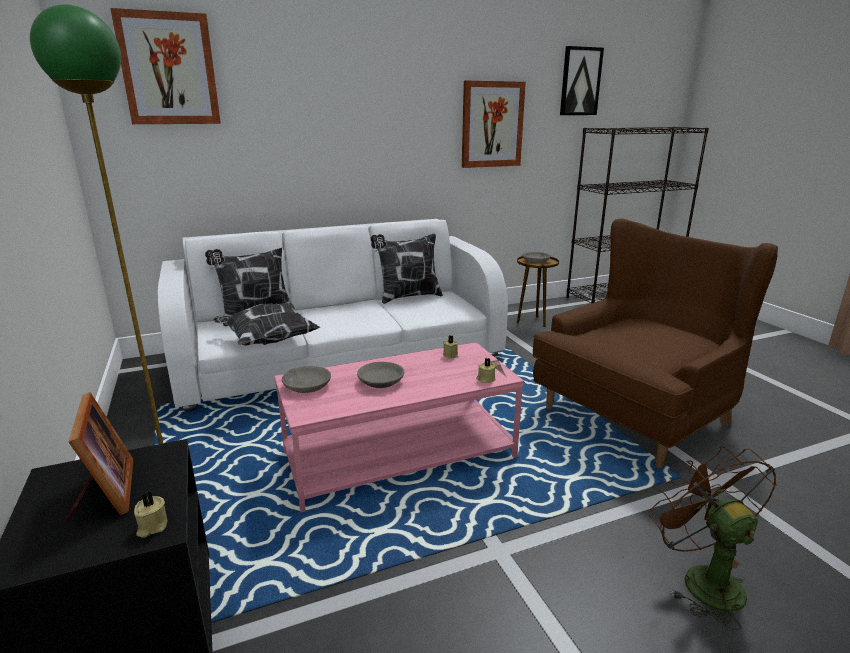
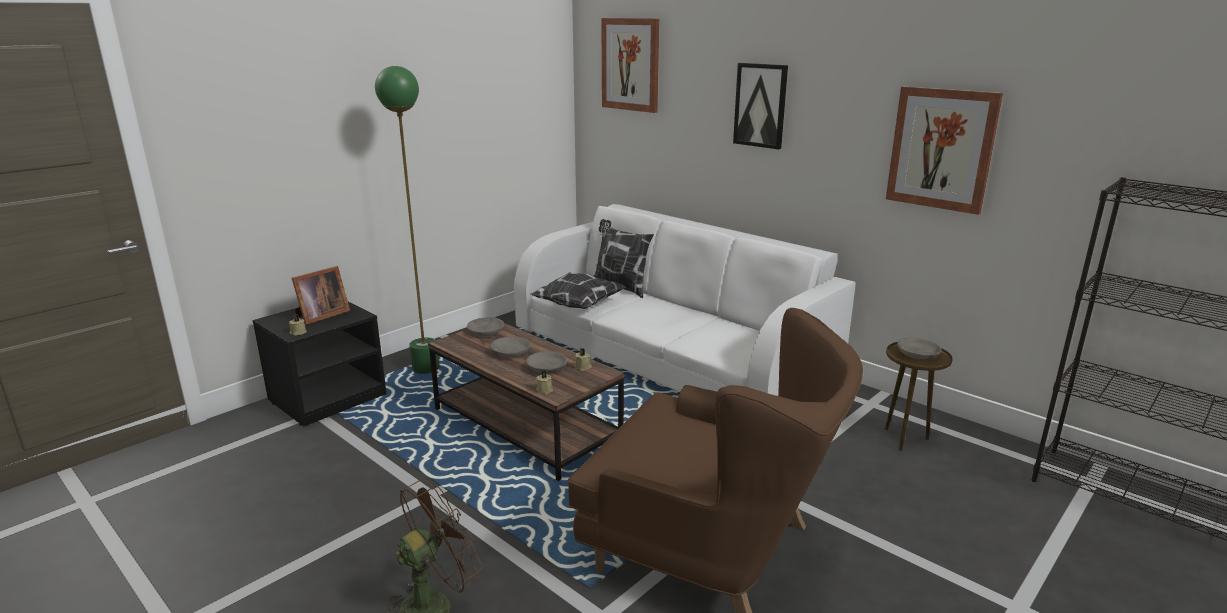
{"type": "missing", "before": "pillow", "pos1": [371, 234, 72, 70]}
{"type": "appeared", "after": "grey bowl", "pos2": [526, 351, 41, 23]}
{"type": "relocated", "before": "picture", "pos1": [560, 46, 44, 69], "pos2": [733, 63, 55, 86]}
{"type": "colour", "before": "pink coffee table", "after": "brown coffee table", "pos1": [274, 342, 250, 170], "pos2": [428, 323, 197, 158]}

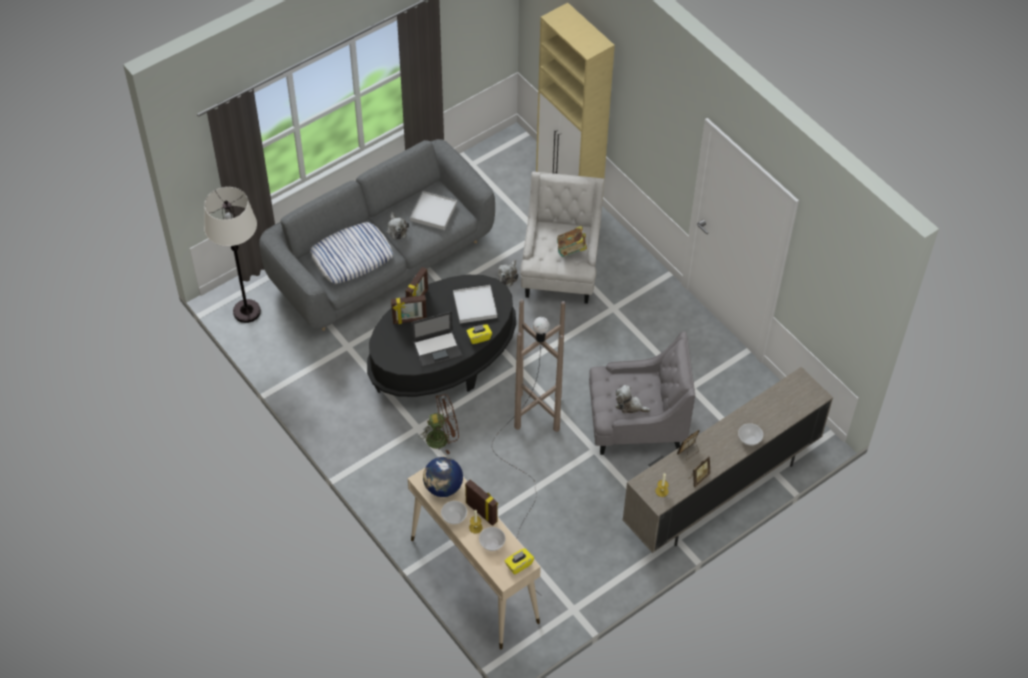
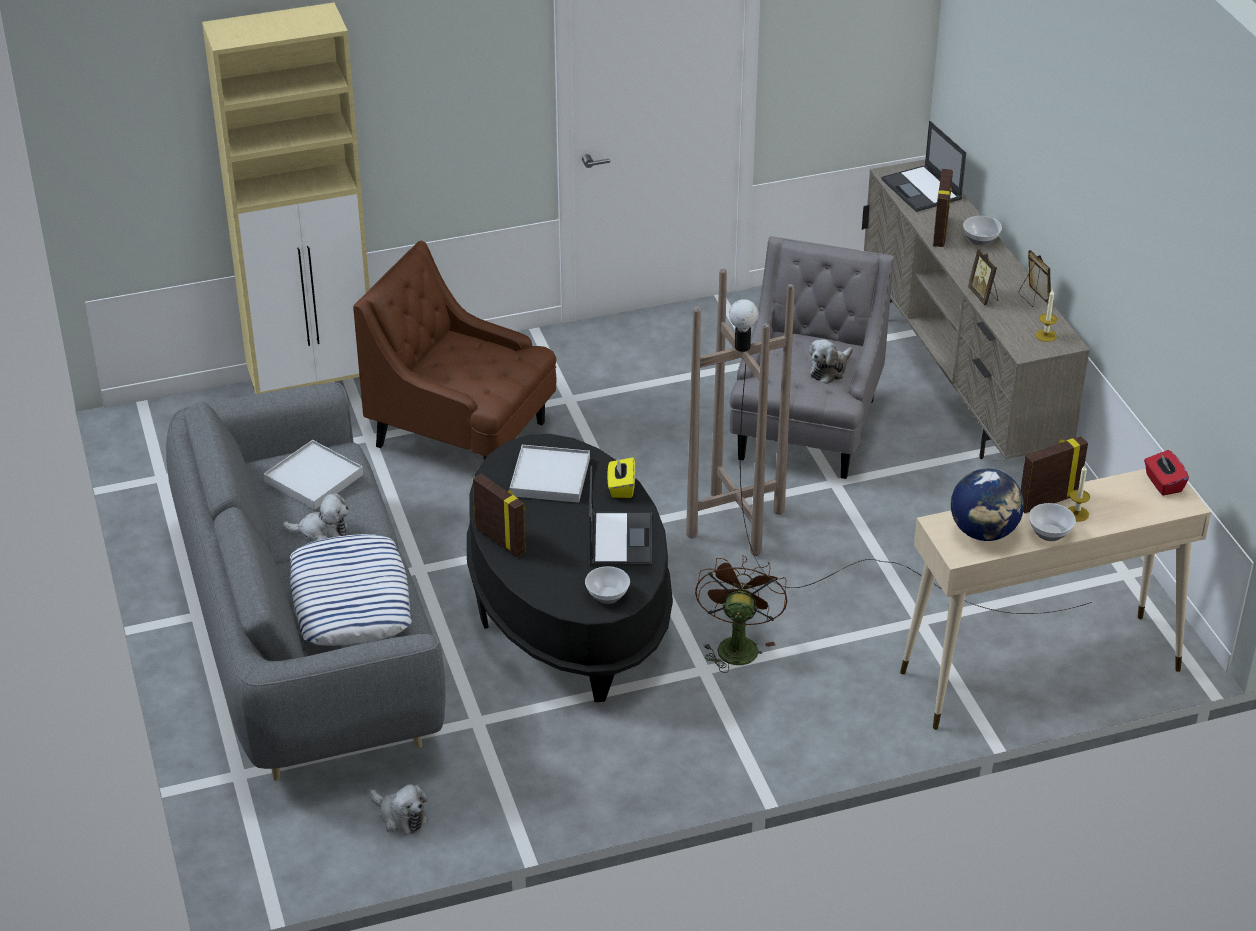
{"type": "missing", "before": "white floor lamp", "pos1": [204, 187, 57, 136]}
{"type": "missing", "before": "book", "pos1": [557, 226, 30, 31]}
{"type": "appeared", "after": "laptop", "pos2": [881, 121, 85, 91]}
{"type": "relocated", "before": "picture frame", "pos1": [391, 295, 36, 29], "pos2": [933, 169, 20, 78]}
{"type": "relocated", "before": "bowl", "pos1": [479, 527, 26, 24], "pos2": [585, 566, 45, 38]}
{"type": "relocated", "before": "plush toy", "pos1": [498, 259, 20, 27], "pos2": [370, 784, 58, 50]}
{"type": "colour", "before": "yellow tissue box", "after": "red tissue box", "pos1": [505, 548, 29, 27], "pos2": [1144, 450, 45, 45]}
{"type": "colour", "before": "white armchair", "after": "brown armchair", "pos1": [520, 172, 84, 132], "pos2": [353, 241, 204, 219]}

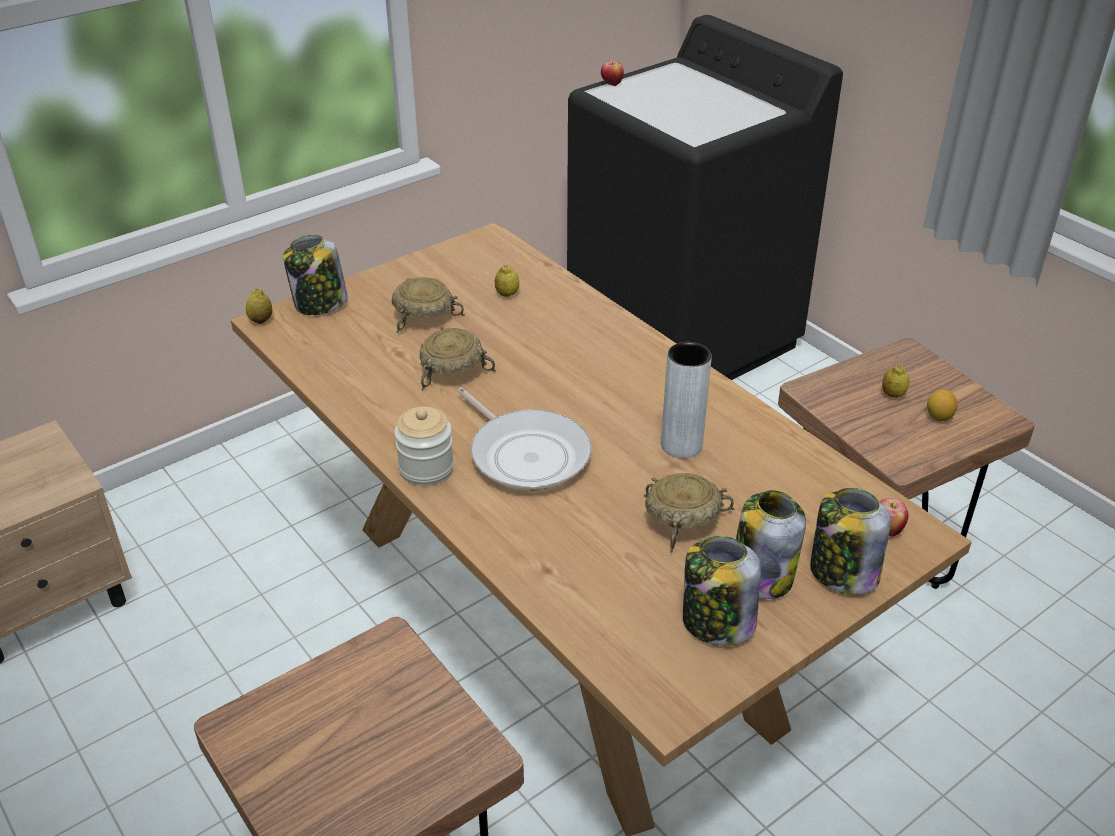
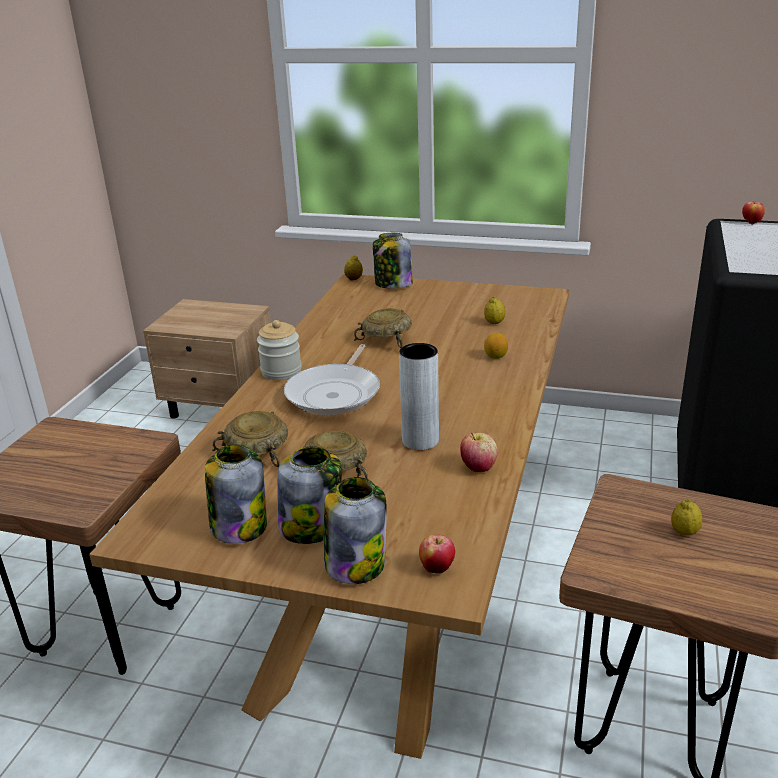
{"type": "appeared", "after": "apple", "pos2": [460, 432, 38, 40]}
{"type": "relocated", "before": "beige bowl", "pos1": [392, 277, 73, 56], "pos2": [212, 411, 76, 57]}
{"type": "relocated", "before": "lemon", "pos1": [927, 390, 31, 31], "pos2": [484, 333, 24, 26]}

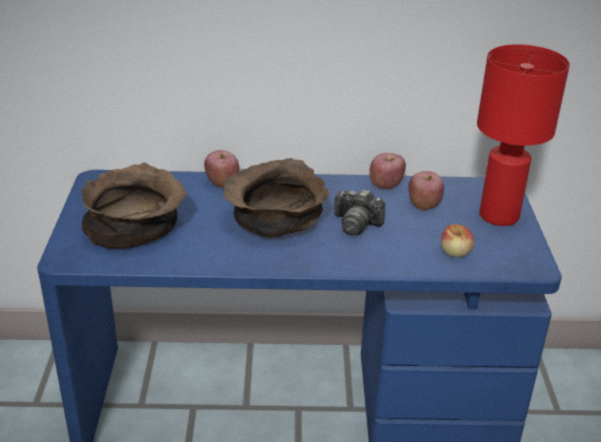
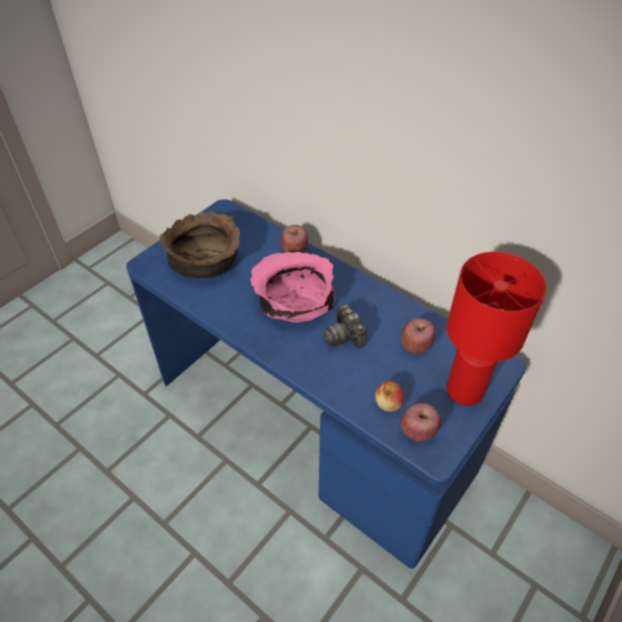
{"type": "relocated", "before": "apple", "pos1": [369, 153, 37, 36], "pos2": [401, 403, 40, 39]}
{"type": "colour", "before": "brown bowl", "after": "pink bowl", "pos1": [223, 158, 107, 79], "pos2": [251, 252, 84, 70]}

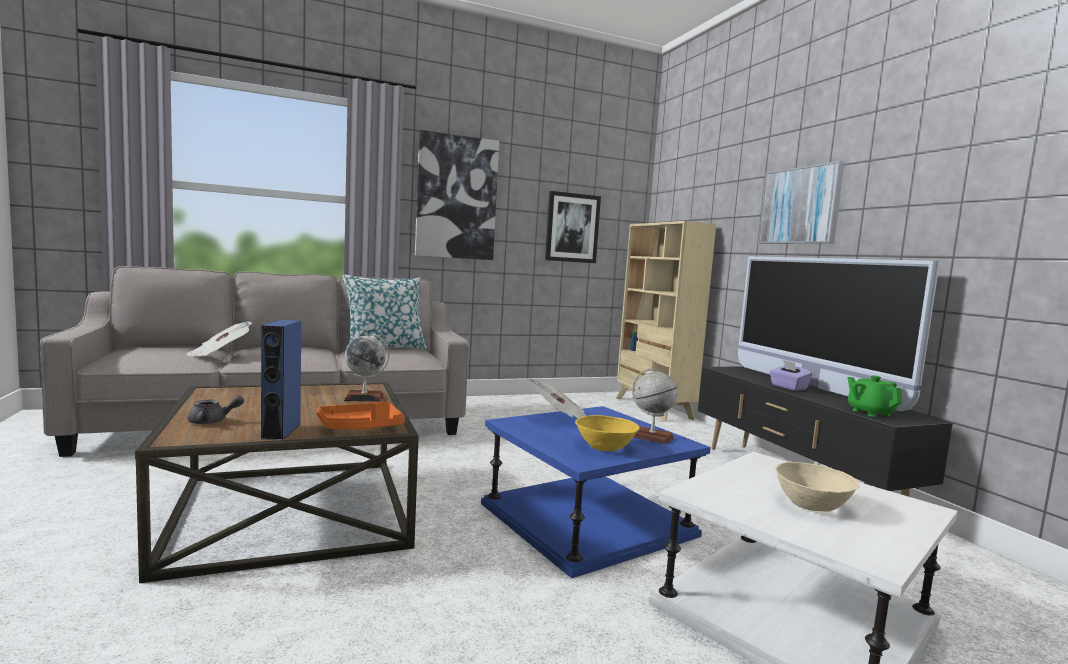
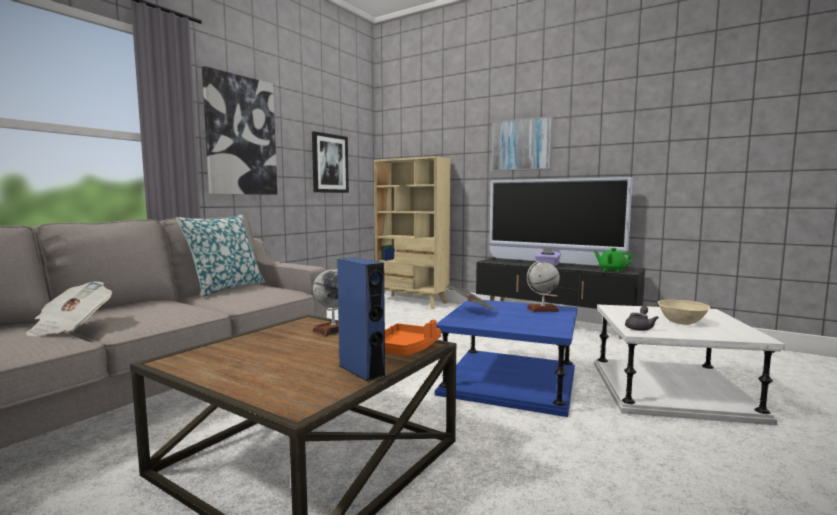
{"type": "missing", "before": "yellow bowl", "pos1": [575, 415, 65, 36]}
{"type": "relocated", "before": "grey teapot", "pos1": [187, 396, 57, 28], "pos2": [625, 306, 34, 25]}

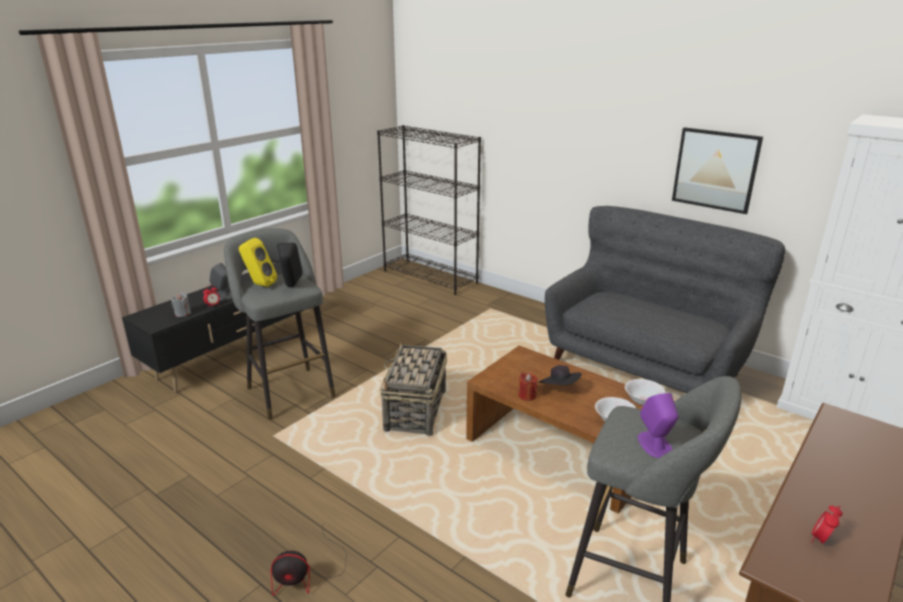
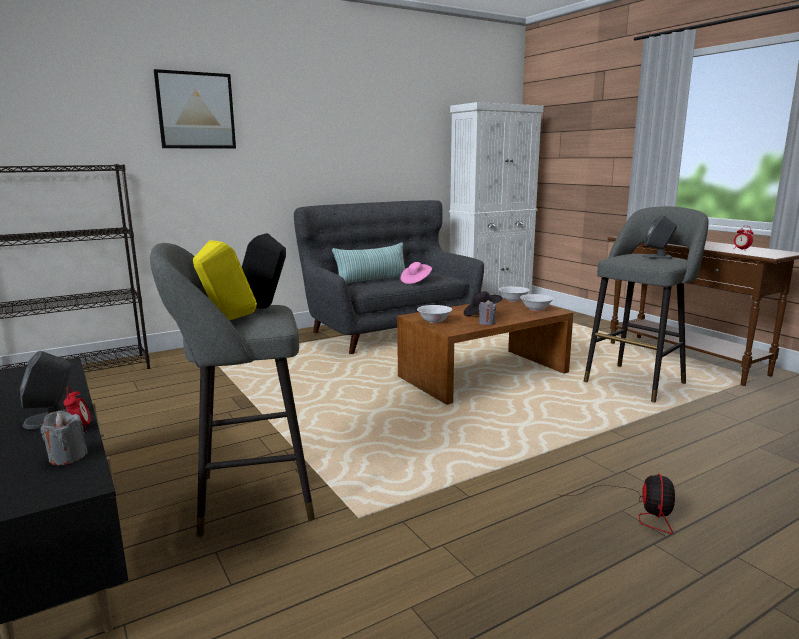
{"type": "missing", "before": "basket", "pos1": [380, 341, 67, 95]}
{"type": "appeared", "after": "pillow", "pos2": [332, 243, 73, 41]}
{"type": "appeared", "after": "pink hat", "pos2": [400, 262, 32, 22]}
{"type": "appeared", "after": "white bowl", "pos2": [417, 305, 35, 19]}
{"type": "relocated", "before": "picture", "pos1": [672, 127, 91, 87], "pos2": [154, 69, 82, 79]}
{"type": "colour", "before": "red candle", "after": "grey candle", "pos1": [518, 372, 19, 29], "pos2": [479, 300, 18, 25]}
{"type": "colour", "before": "purple speaker", "after": "grey speaker", "pos1": [638, 393, 41, 65], "pos2": [642, 215, 35, 44]}

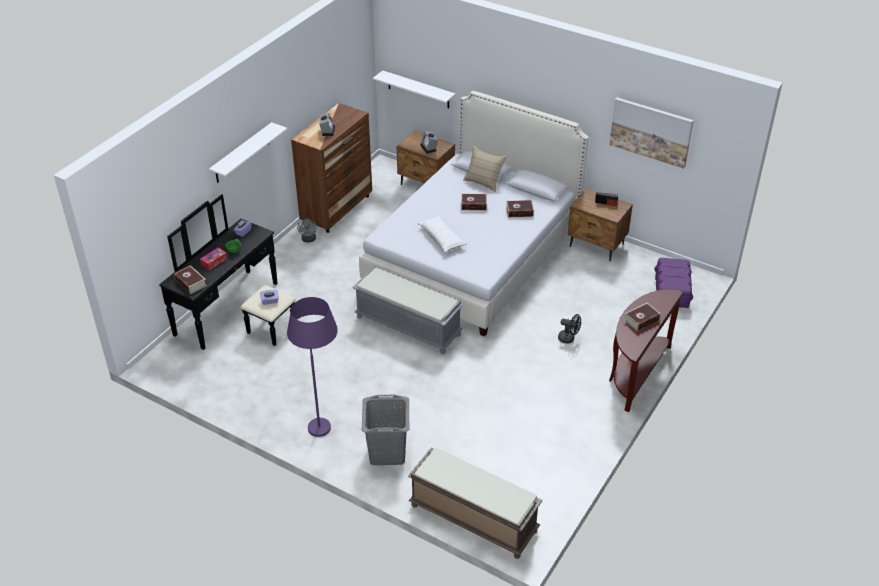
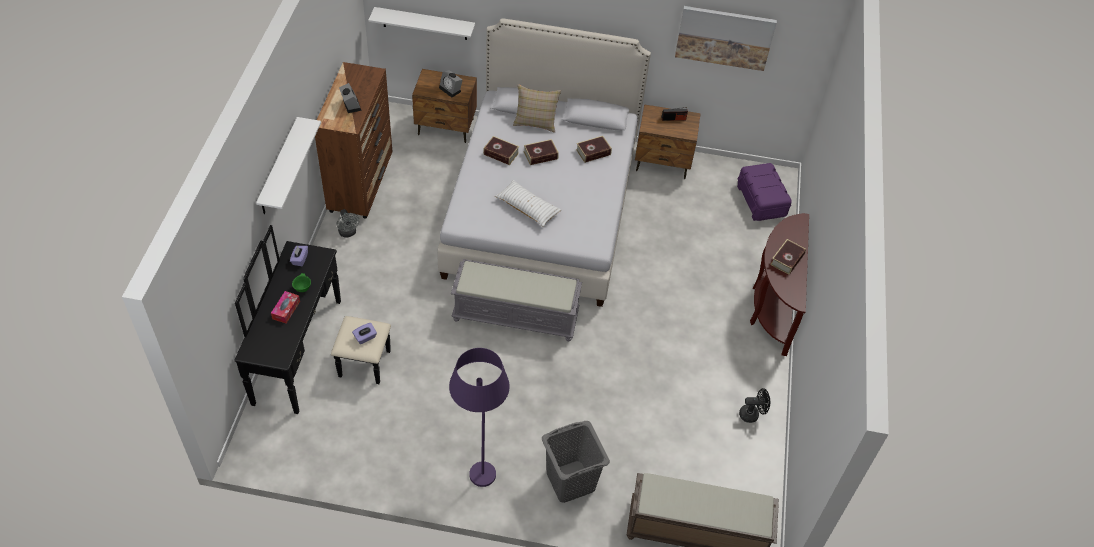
{"type": "relocated", "before": "book", "pos1": [174, 265, 33, 29], "pos2": [483, 136, 36, 29]}
{"type": "relocated", "before": "black fan", "pos1": [558, 314, 23, 29], "pos2": [739, 388, 31, 35]}

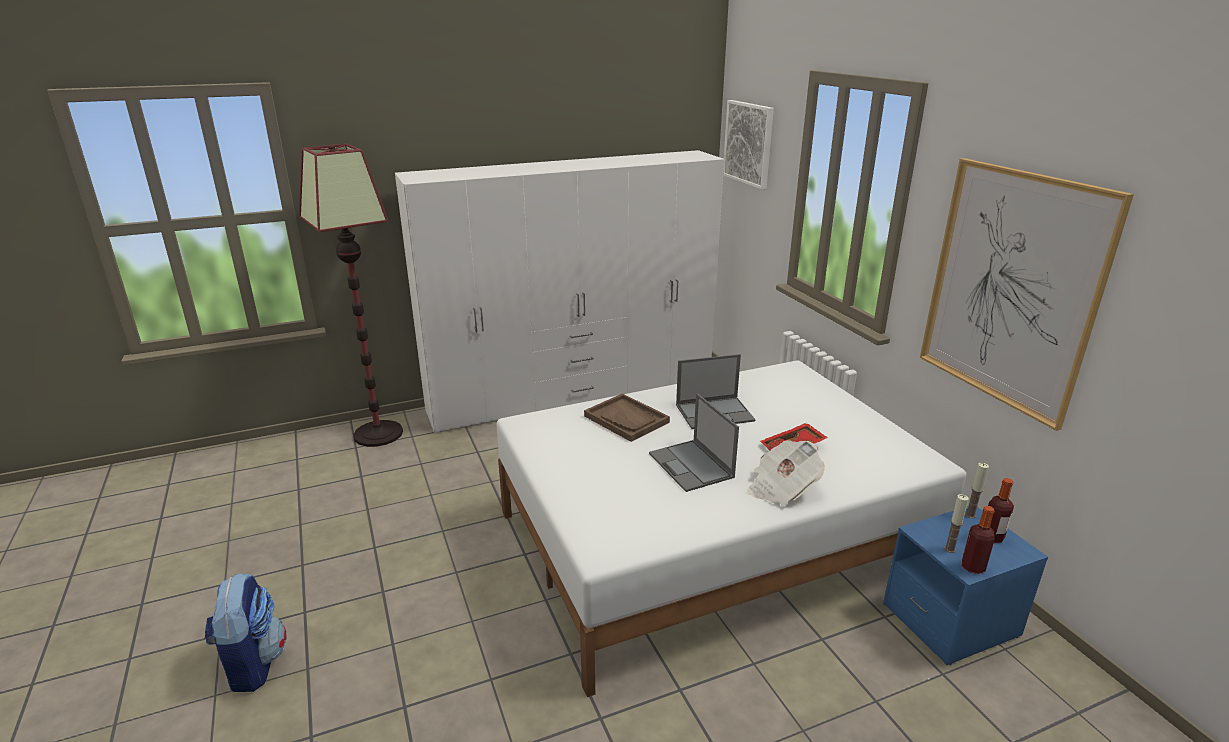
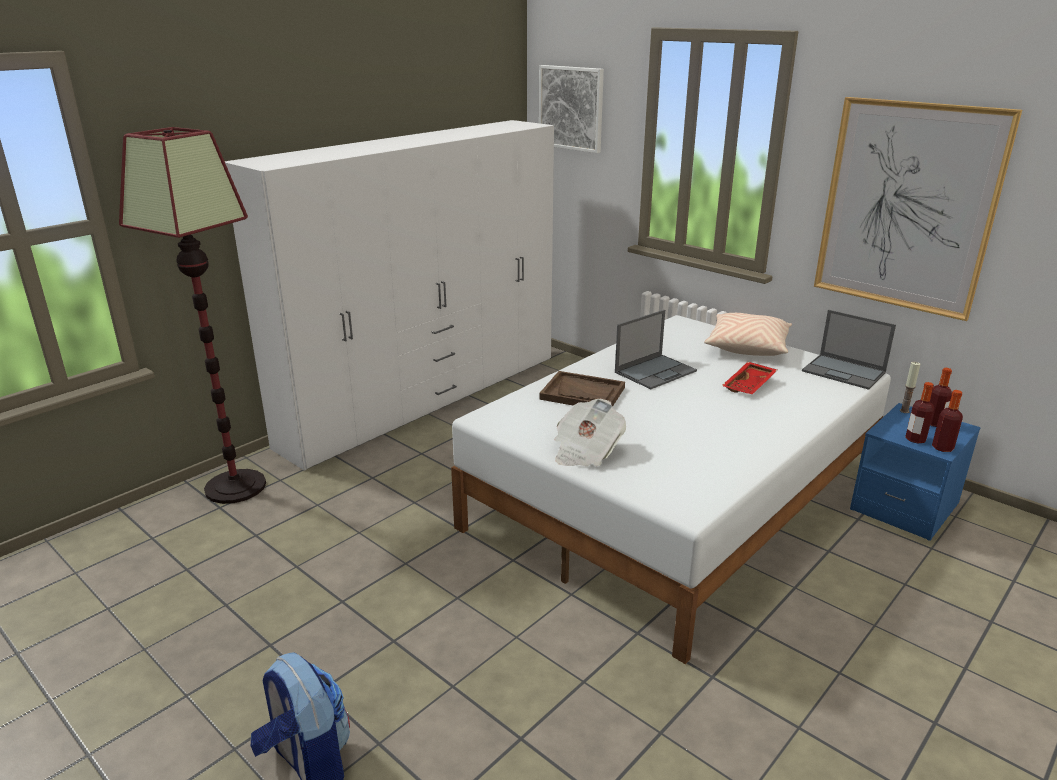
{"type": "appeared", "after": "beige pillow", "pos2": [704, 313, 88, 43]}
{"type": "relocated", "before": "laptop", "pos1": [649, 393, 90, 99], "pos2": [802, 310, 94, 80]}
{"type": "relocated", "before": "newspaper", "pos1": [747, 440, 78, 66], "pos2": [554, 399, 72, 67]}
{"type": "exchanged", "before": "candle", "after": "bottle", "pos1": [944, 494, 25, 59], "pos2": [905, 382, 29, 61]}

